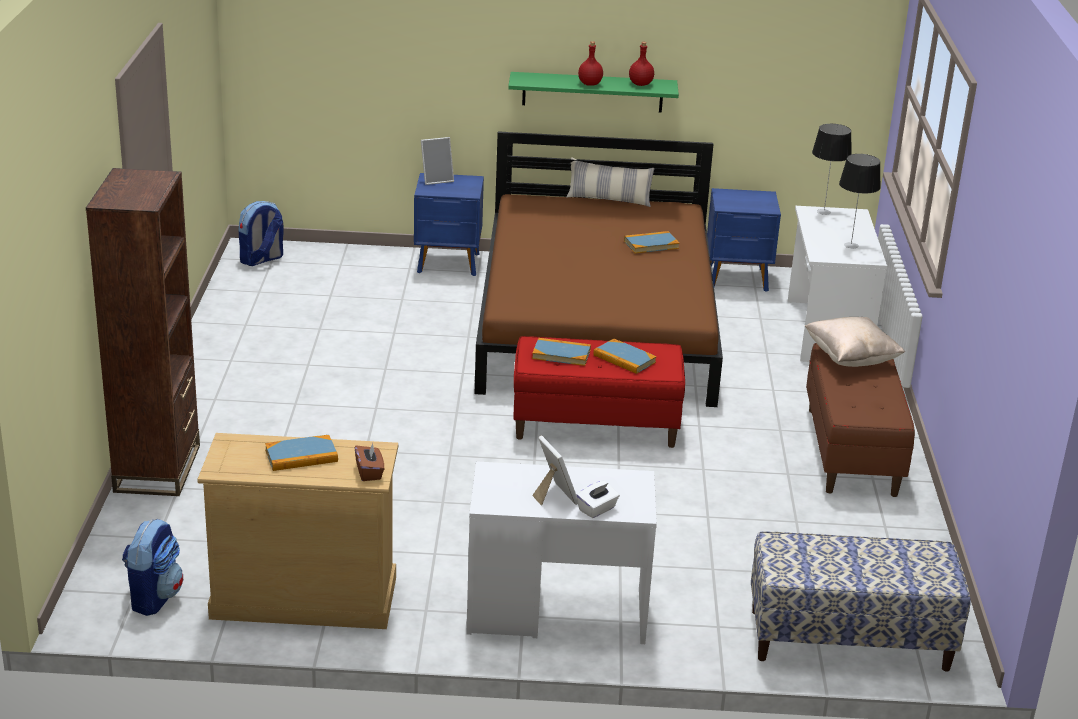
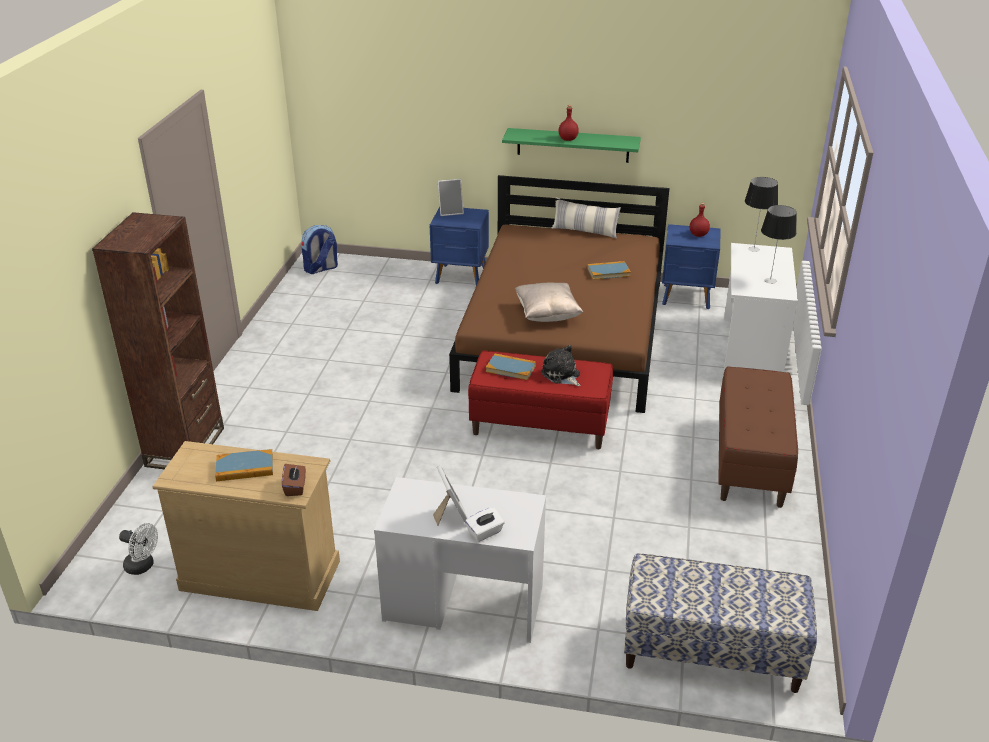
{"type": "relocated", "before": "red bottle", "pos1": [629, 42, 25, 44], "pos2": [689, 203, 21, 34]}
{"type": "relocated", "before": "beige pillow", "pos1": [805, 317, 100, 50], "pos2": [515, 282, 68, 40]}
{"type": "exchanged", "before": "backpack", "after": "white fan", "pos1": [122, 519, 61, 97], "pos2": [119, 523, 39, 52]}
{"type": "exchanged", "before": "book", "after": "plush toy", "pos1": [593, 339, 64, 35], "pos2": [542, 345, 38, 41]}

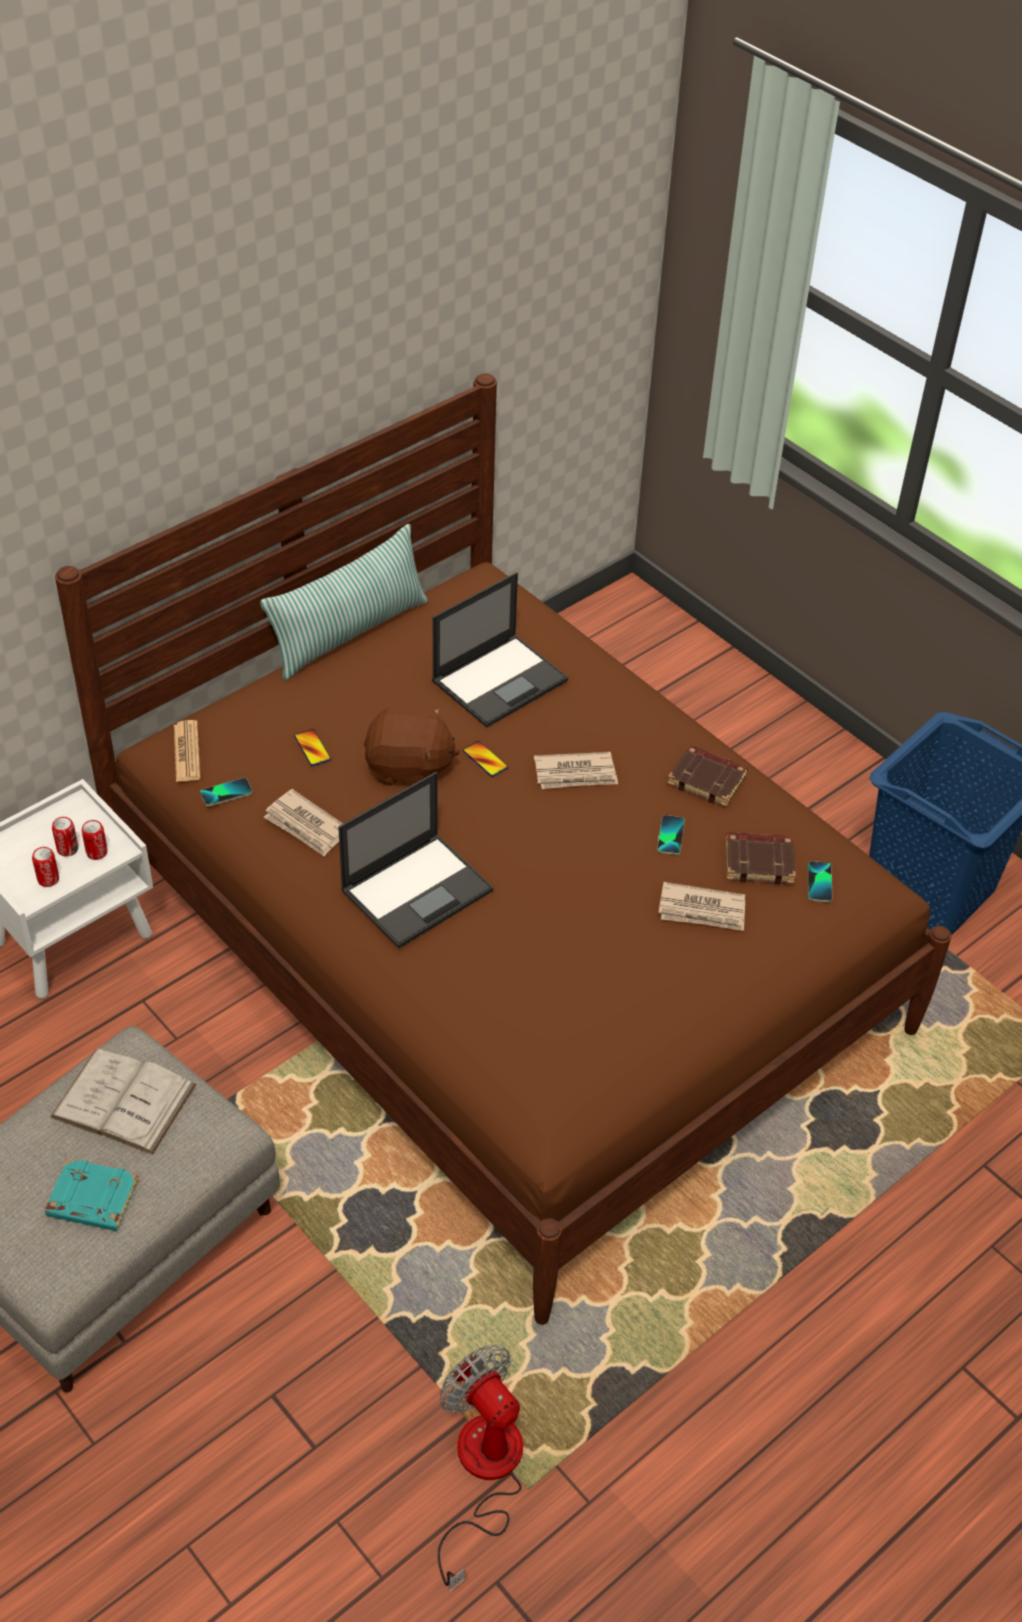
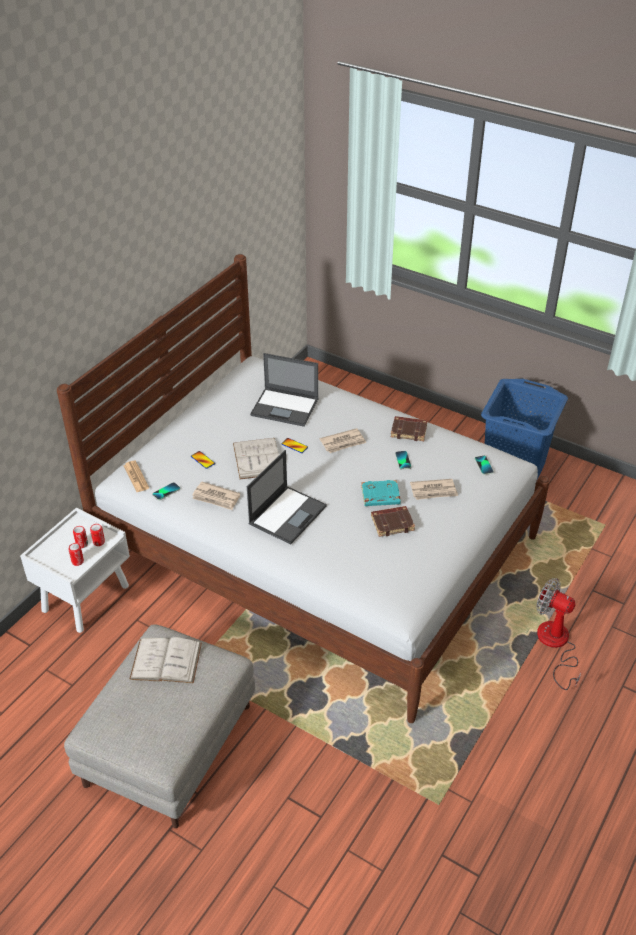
{"type": "missing", "before": "pillow", "pos1": [260, 524, 168, 156]}
{"type": "relocated", "before": "turquoise book", "pos1": [45, 1159, 94, 72], "pos2": [361, 480, 40, 26]}
{"type": "relocated", "before": "fan", "pos1": [438, 1345, 85, 246], "pos2": [537, 578, 44, 112]}
{"type": "relocated", "before": "brown book", "pos1": [726, 832, 70, 52], "pos2": [371, 506, 44, 31]}
{"type": "exchanged", "before": "brown plush toy", "after": "white book", "pos1": [364, 707, 96, 78], "pos2": [233, 438, 46, 41]}
{"type": "colour", "before": "brown bed", "after": "white bed", "pos1": [55, 373, 897, 952], "pos2": [57, 254, 493, 469]}
{"type": "spun", "before": "laptop", "pos1": [432, 572, 136, 155], "pos2": [250, 353, 69, 74], "turn": 75}

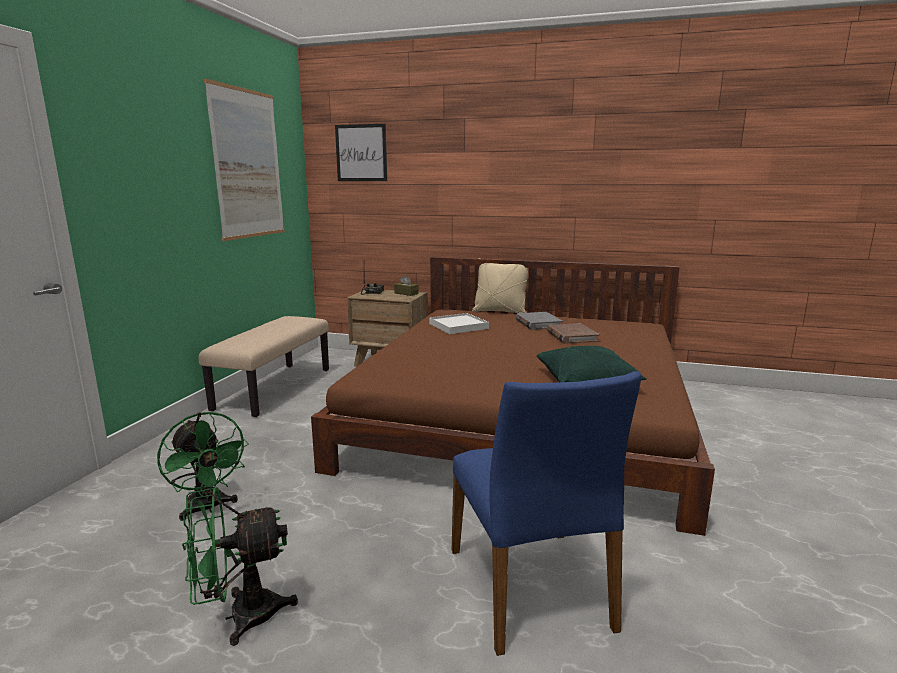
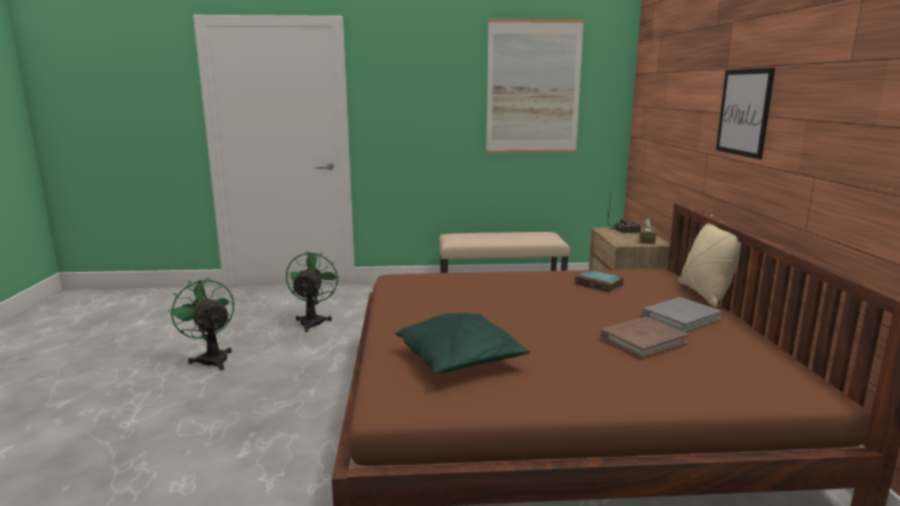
{"type": "missing", "before": "blue chair", "pos1": [452, 371, 189, 285]}
{"type": "relocated", "before": "picture", "pos1": [335, 124, 52, 57], "pos2": [716, 68, 59, 91]}
{"type": "exchanged", "before": "white tray", "after": "book", "pos1": [429, 313, 60, 21], "pos2": [575, 270, 49, 22]}
{"type": "spun", "before": "green fan", "pos1": [157, 412, 92, 109], "pos2": [286, 251, 54, 81], "turn": 150}

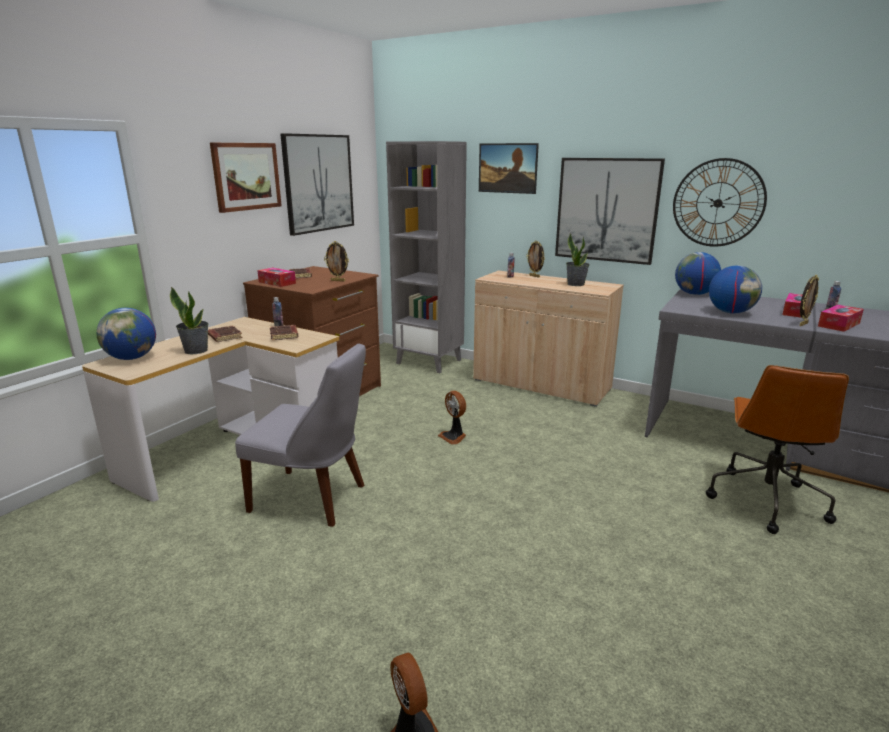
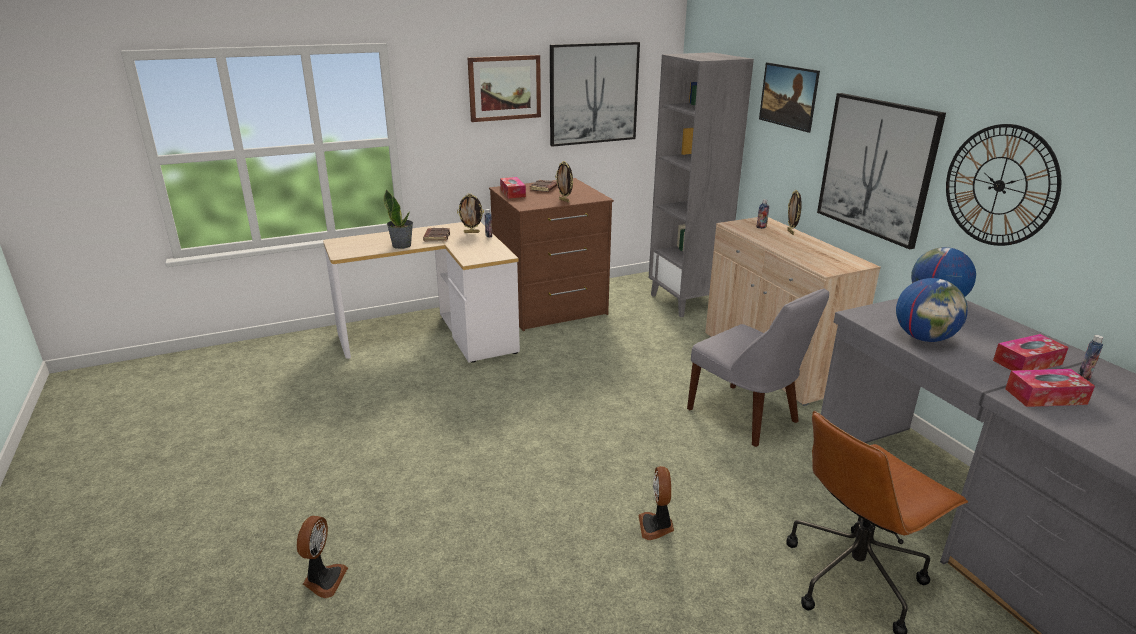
{"type": "missing", "before": "globe", "pos1": [97, 308, 59, 52]}
{"type": "missing", "before": "brown book", "pos1": [270, 325, 28, 15]}
{"type": "missing", "before": "potted plant", "pos1": [566, 234, 23, 52]}
{"type": "relocated", "before": "grey chair", "pos1": [235, 343, 131, 184], "pos2": [687, 289, 142, 158]}
{"type": "relocated", "before": "fan", "pos1": [438, 391, 28, 54], "pos2": [639, 466, 35, 74]}
{"type": "relocated", "before": "picture frame", "pos1": [800, 275, 19, 51], "pos2": [457, 193, 27, 40]}

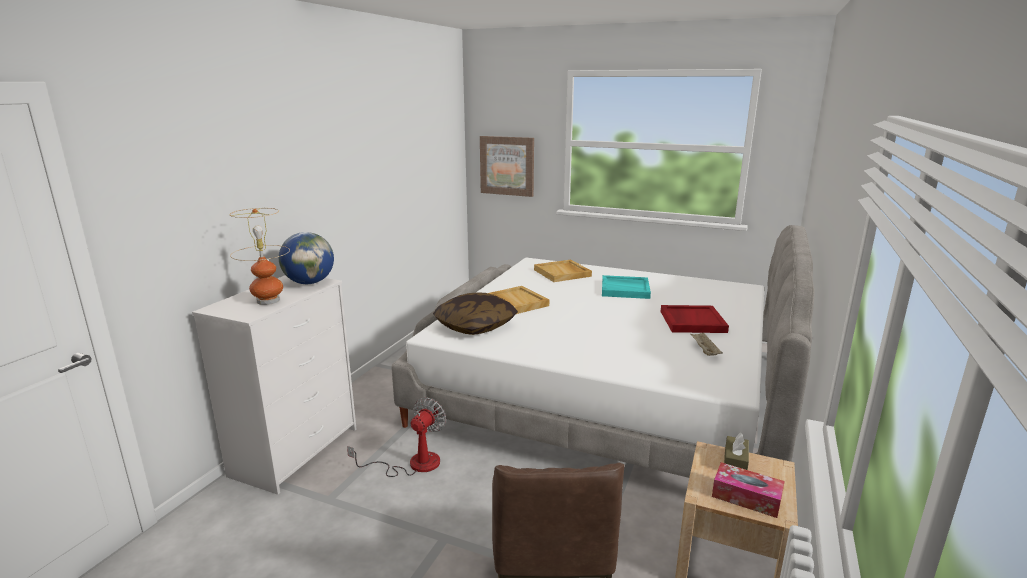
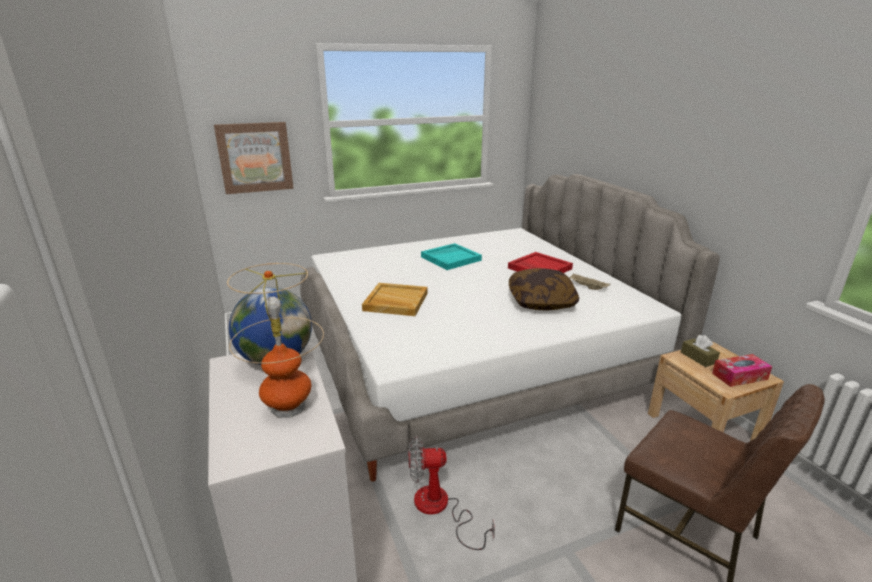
{"type": "missing", "before": "beige tray", "pos1": [534, 260, 58, 22]}
{"type": "relocated", "before": "pillow", "pos1": [433, 292, 85, 43], "pos2": [509, 268, 70, 43]}
{"type": "spun", "before": "fan", "pos1": [347, 397, 99, 80], "pos2": [408, 436, 87, 114], "turn": -75}

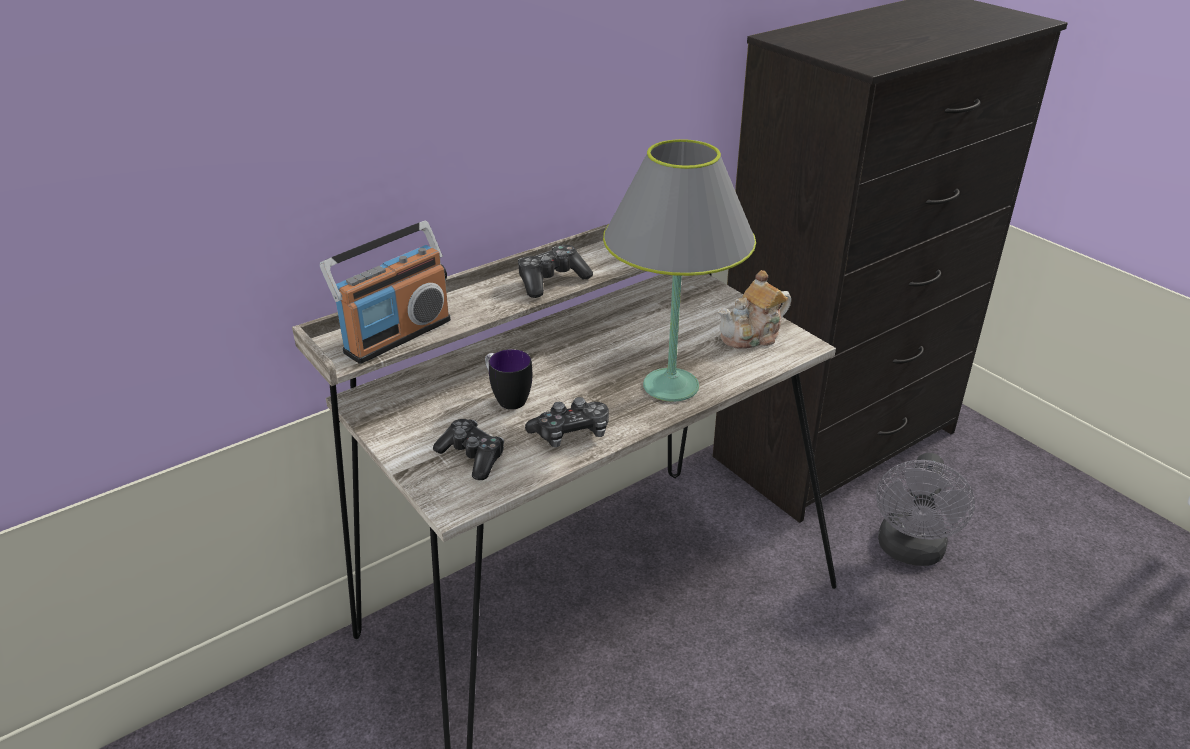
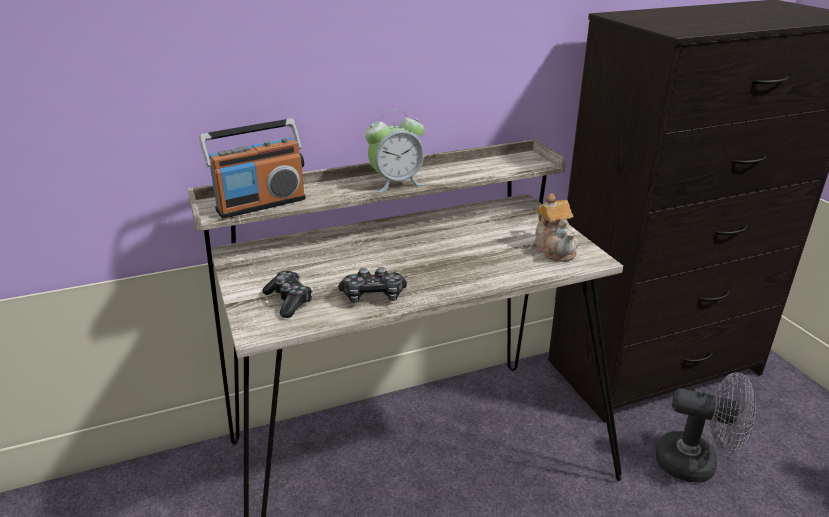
{"type": "missing", "before": "mug", "pos1": [485, 349, 47, 61]}
{"type": "missing", "before": "grey table lamp", "pos1": [603, 139, 153, 263]}
{"type": "exchanged", "before": "game controller", "after": "alarm clock", "pos1": [518, 245, 75, 53], "pos2": [365, 110, 60, 82]}
{"type": "spun", "before": "teapot", "pos1": [718, 270, 73, 79], "pos2": [535, 193, 43, 69], "turn": -90}
{"type": "spun", "before": "grey fan", "pos1": [876, 453, 99, 113], "pos2": [656, 372, 100, 110], "turn": -105}

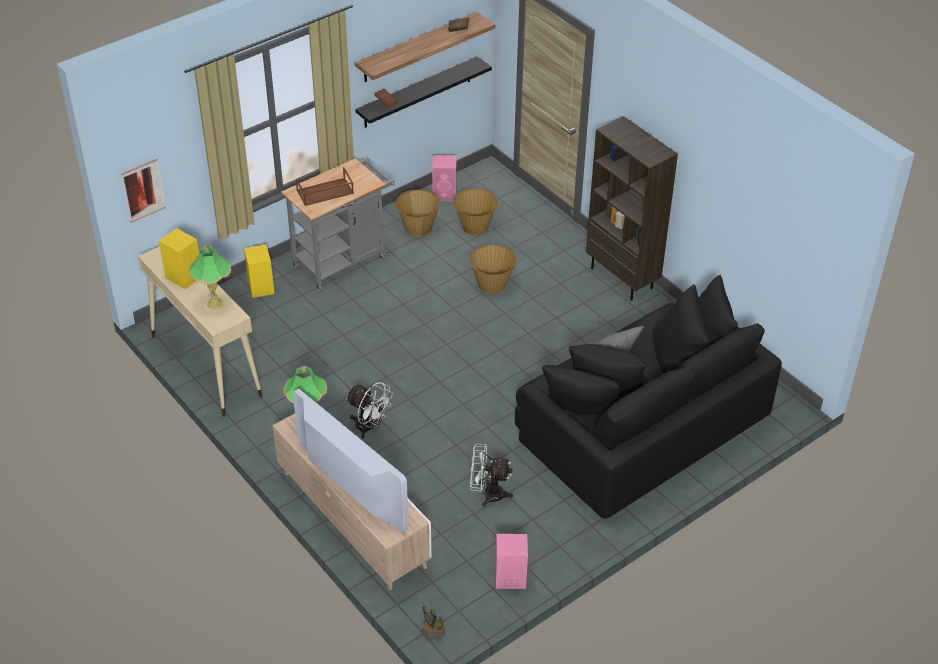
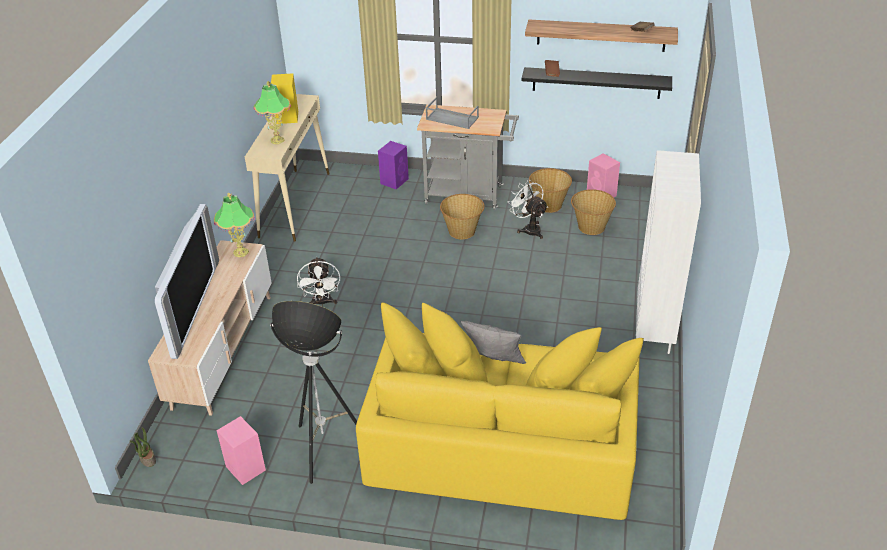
{"type": "missing", "before": "picture", "pos1": [121, 159, 45, 64]}
{"type": "appeared", "after": "floor lamp", "pos2": [270, 301, 87, 183]}
{"type": "relocated", "before": "basket", "pos1": [470, 244, 47, 50], "pos2": [440, 194, 45, 45]}
{"type": "relocated", "before": "white fan", "pos1": [470, 444, 43, 63], "pos2": [508, 181, 40, 58]}
{"type": "colour", "before": "yellow speaker", "after": "purple speaker", "pos1": [244, 244, 31, 54], "pos2": [378, 141, 31, 48]}
{"type": "colour", "before": "brown tray", "after": "grey tray", "pos1": [296, 167, 58, 39], "pos2": [425, 97, 54, 32]}
{"type": "colour", "before": "black sofa", "after": "yellow sofa", "pos1": [515, 275, 267, 244], "pos2": [356, 303, 288, 217]}
{"type": "colour", "before": "brown bookcase", "after": "white bookcase", "pos1": [586, 116, 92, 185], "pos2": [636, 150, 65, 204]}

